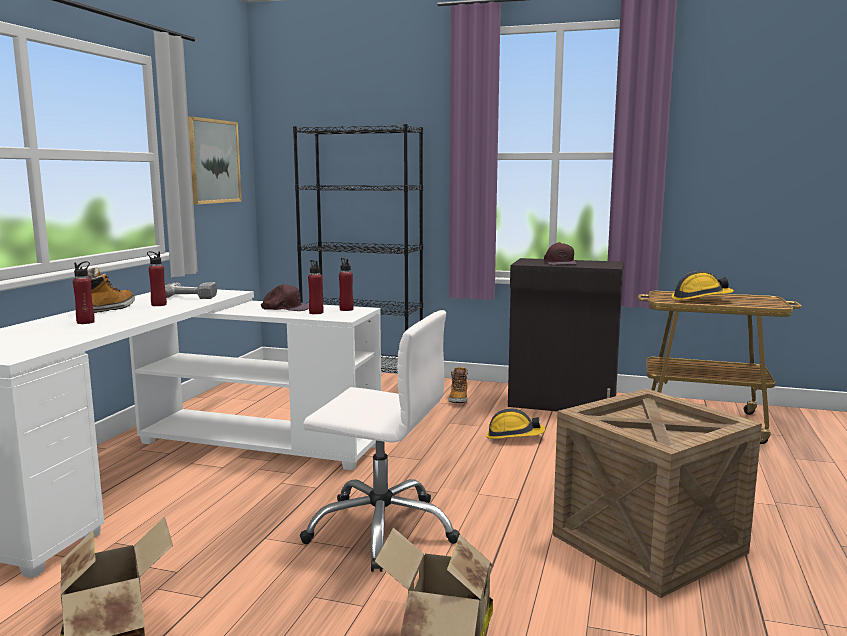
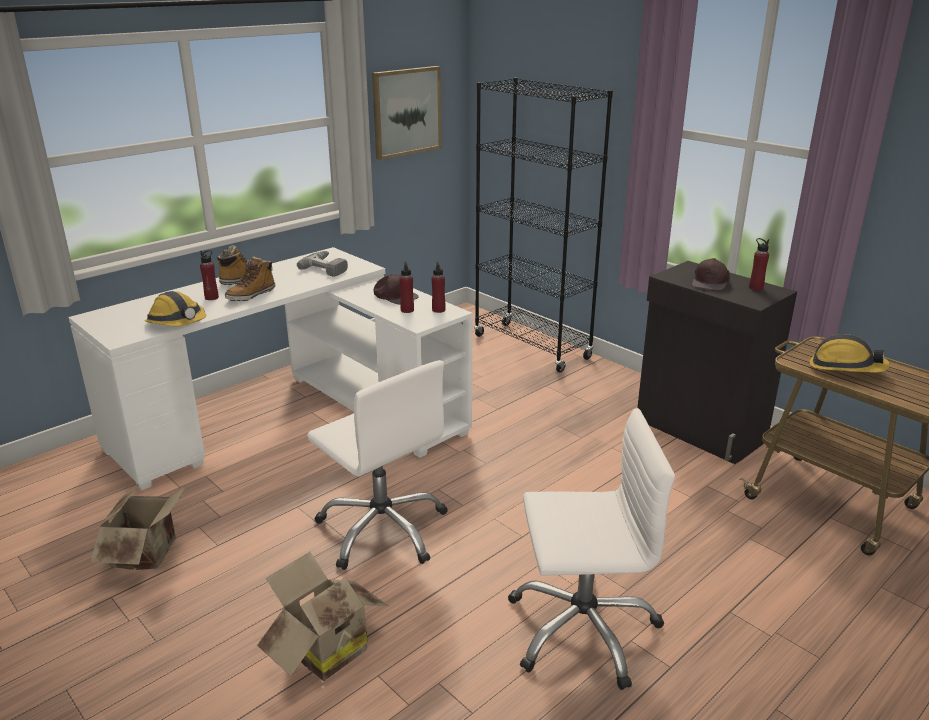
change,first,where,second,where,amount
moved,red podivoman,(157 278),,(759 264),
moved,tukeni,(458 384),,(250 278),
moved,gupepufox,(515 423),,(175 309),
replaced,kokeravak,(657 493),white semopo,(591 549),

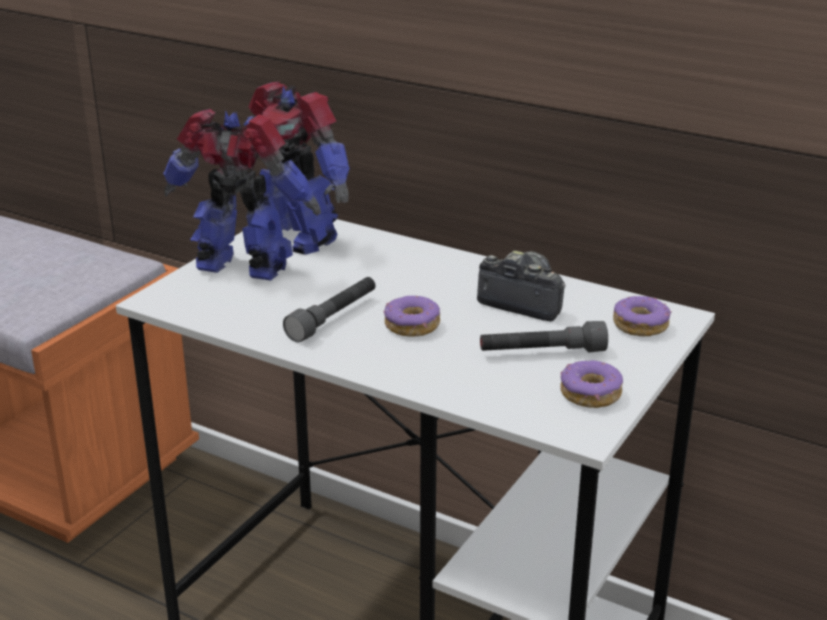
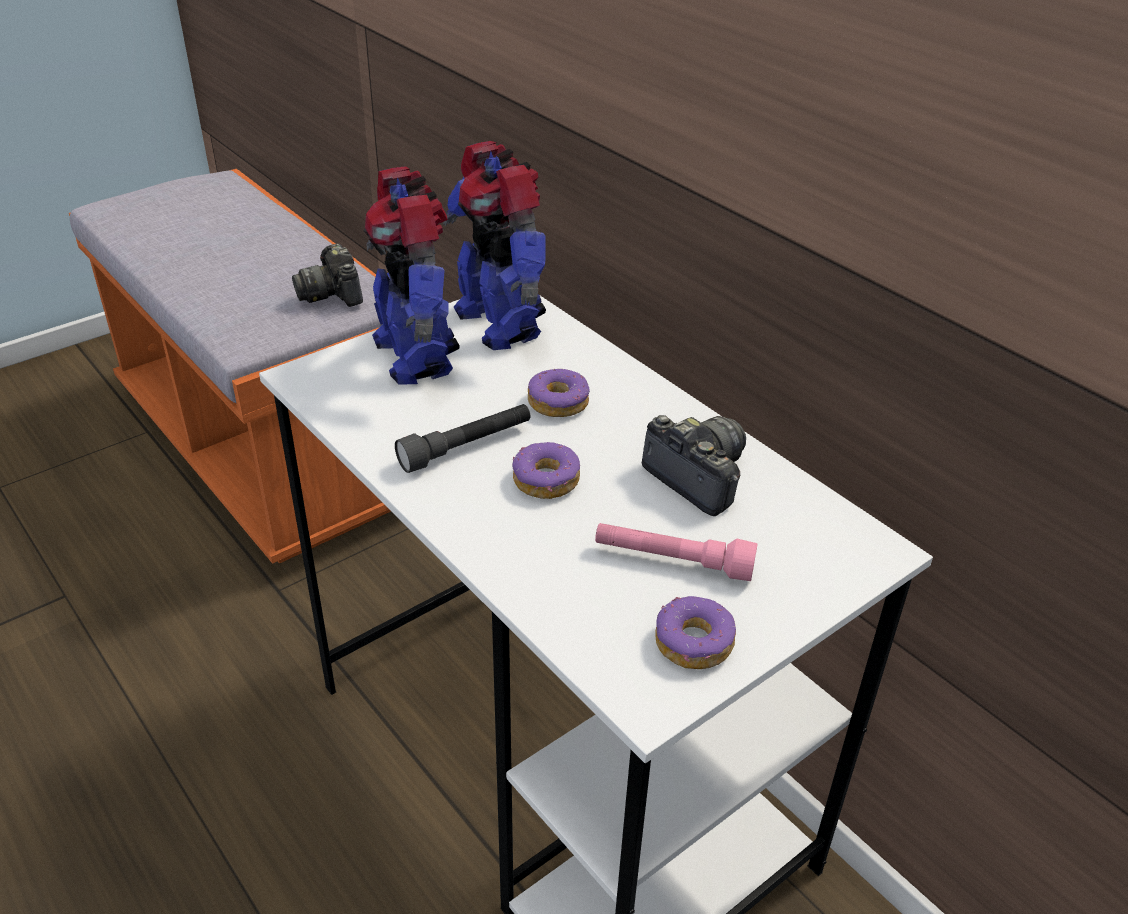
change,first,where,second,where,amount
turned,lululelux,(242 194),,(411 275),150 degrees counterclockwise
recoloured,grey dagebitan,(544 336),pink dagebitan,(676 552),
moved,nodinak,(642 316),,(559 393),
added,,,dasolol,(327 275),

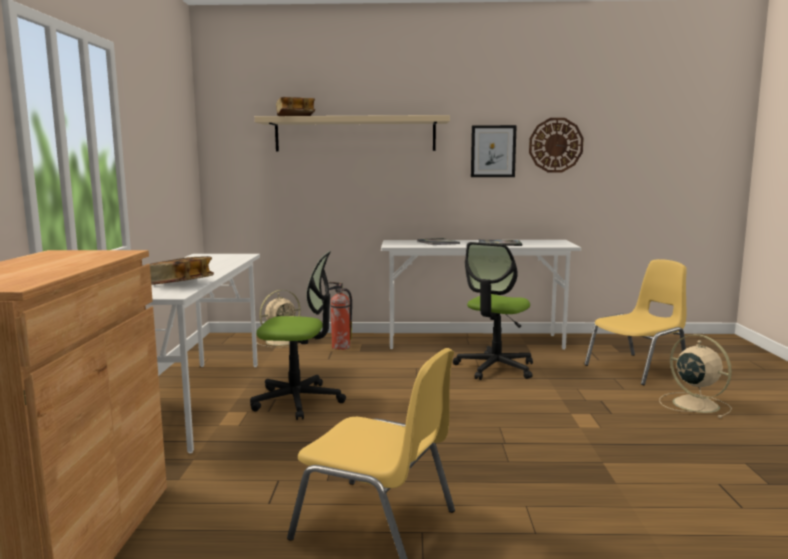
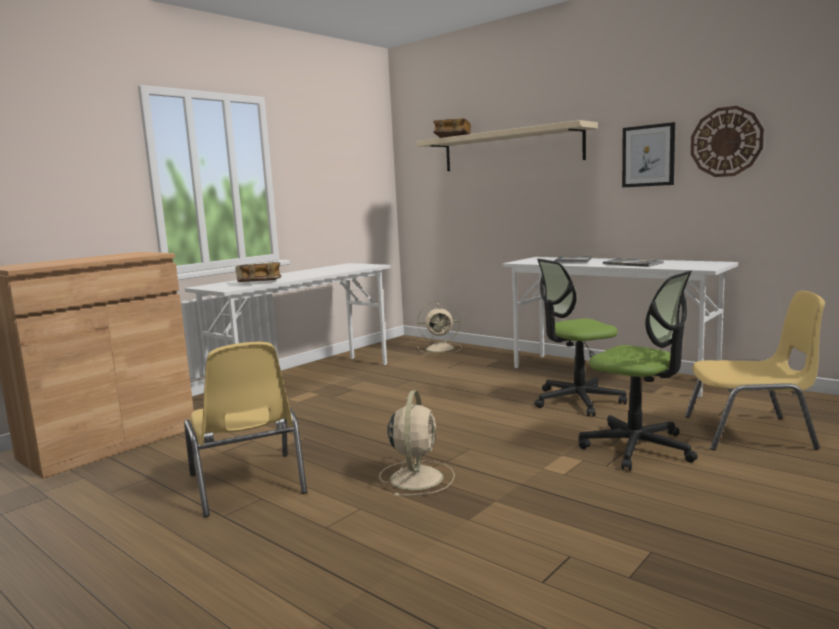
change,first,where,second,where,amount
moved,semopo,(298 335),,(638 370),
removed,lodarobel,(340 316),,,
moved,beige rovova,(695 376),,(417 443),

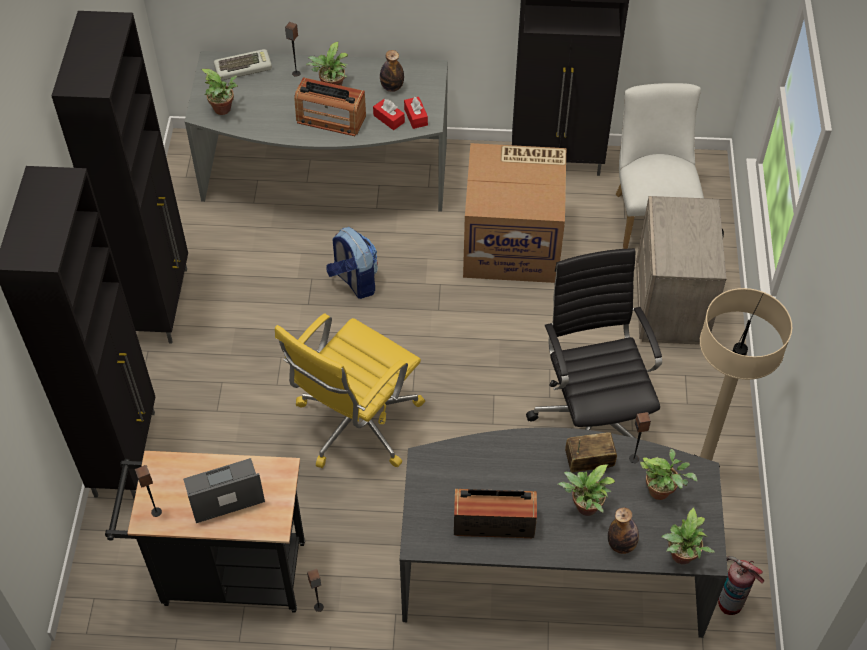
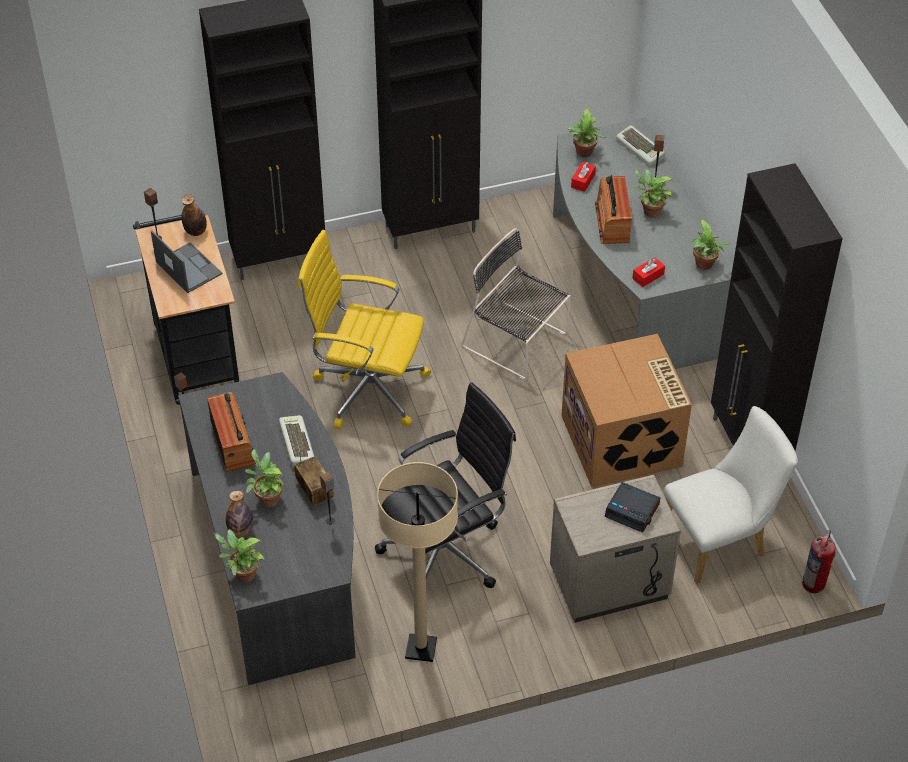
change,first,where,second,where,amount
replaced,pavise,(352 263),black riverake,(516 303),
moved,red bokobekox,(389 114),,(583 177),
moved,podivoman,(392 71),,(194 215),
moved,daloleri,(669 474),,(711 244),
moved,lodarobel,(741 585),,(819 561),
added,,,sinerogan,(296 441),
added,,,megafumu,(632 507),

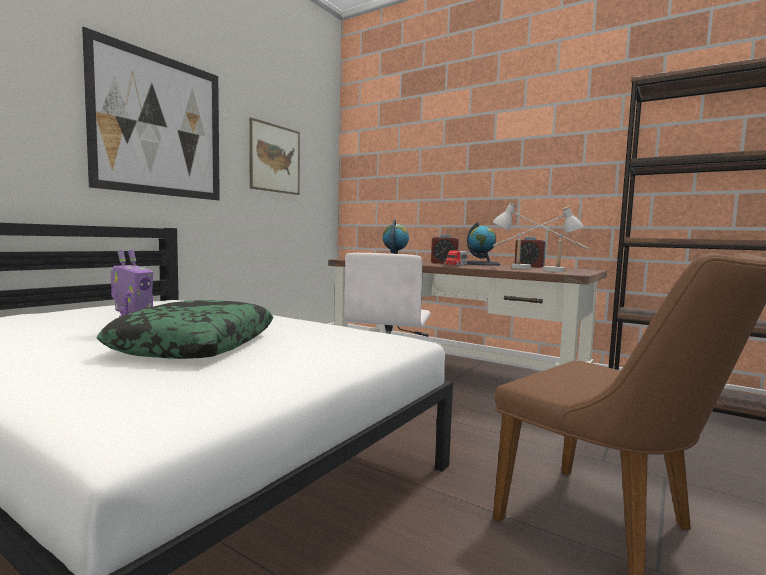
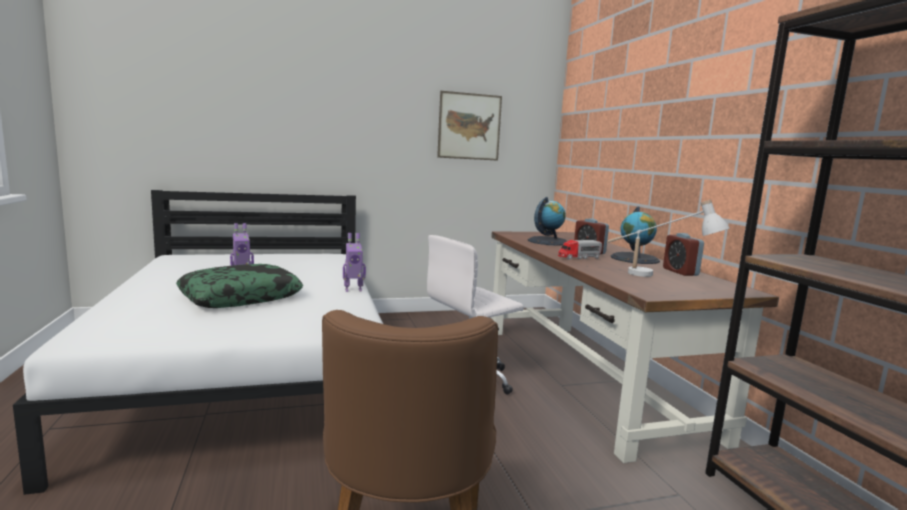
change,first,where,second,where,amount
removed,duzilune,(151 113),,,
removed,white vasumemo,(540 237),,,
added,,,lululelux,(354 262),

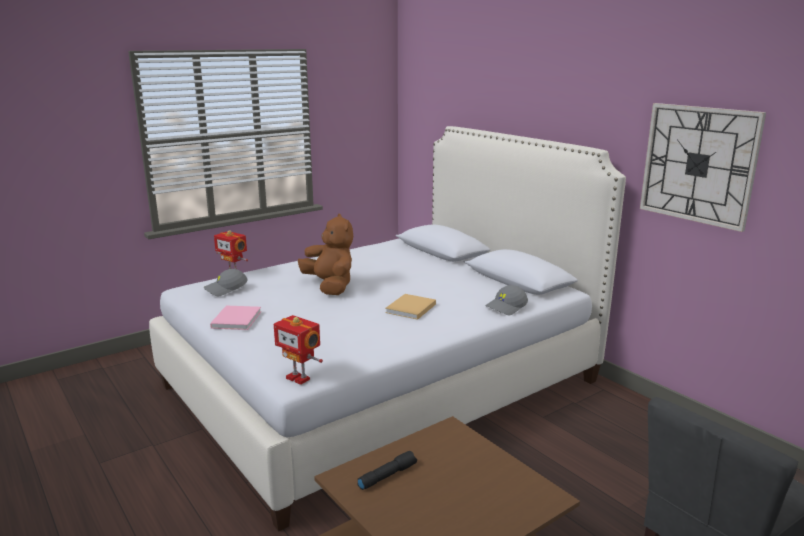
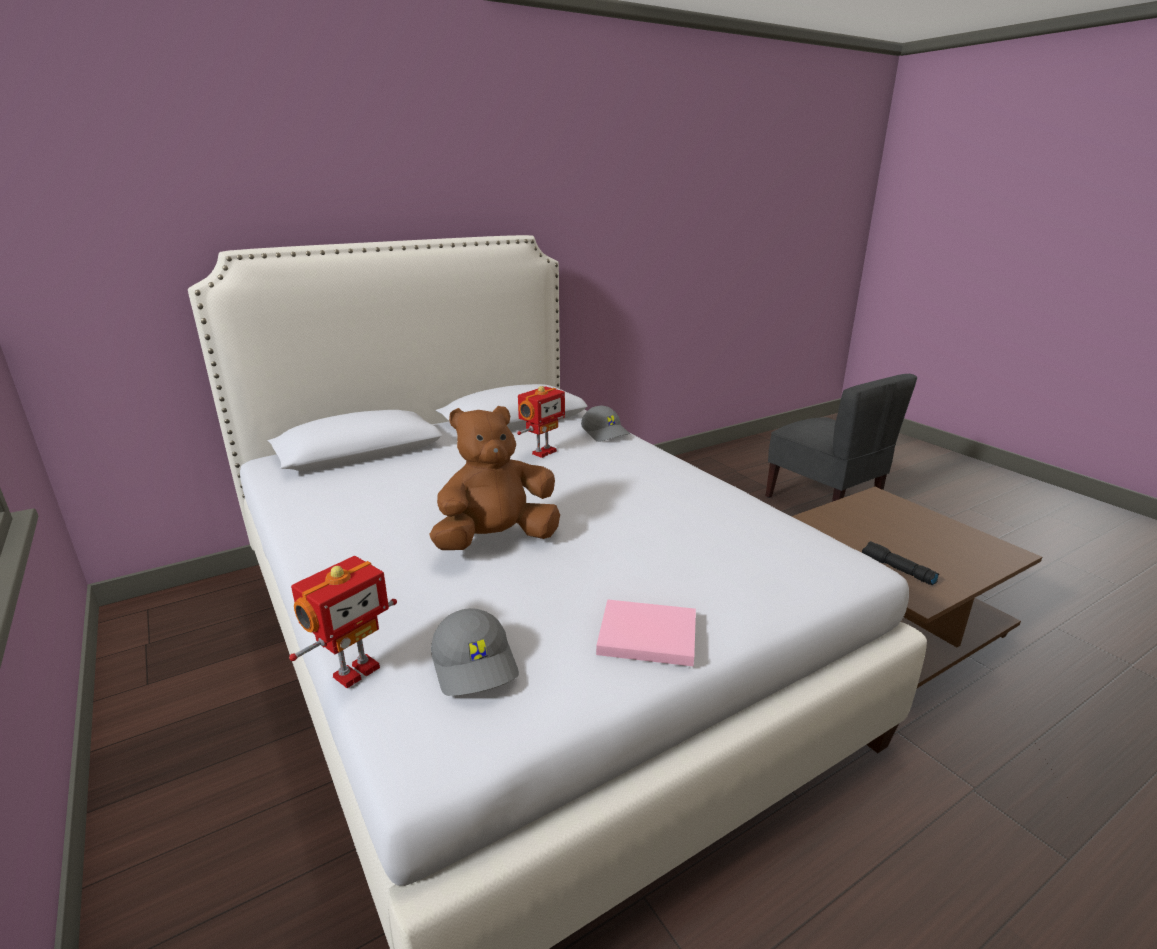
change,first,where,second,where,amount
moved,lululelux,(298 350),,(541 422),
removed,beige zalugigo,(410 307),,,
removed,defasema,(703 167),,,

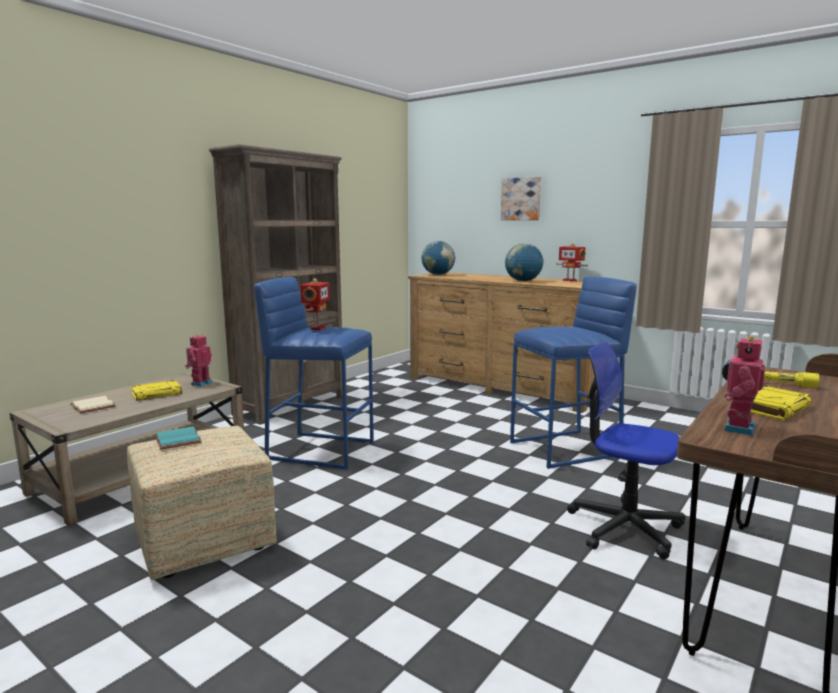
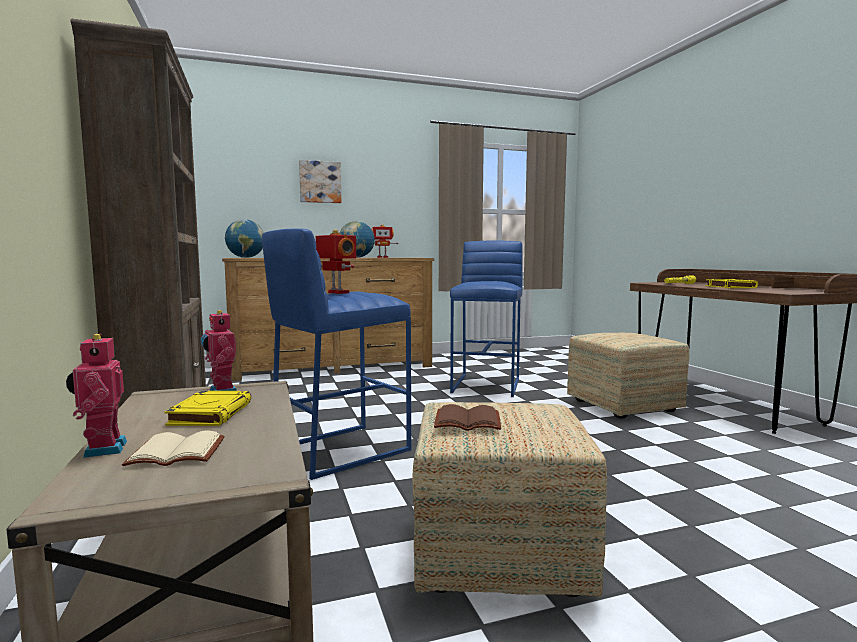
change,first,where,second,where,amount
recoloured,turquoise zalugigo,(178 438),brown zalugigo,(467 417),
replaced,semopo,(626 450),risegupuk,(628 376),
moved,lululelux,(743 385),,(96 396),

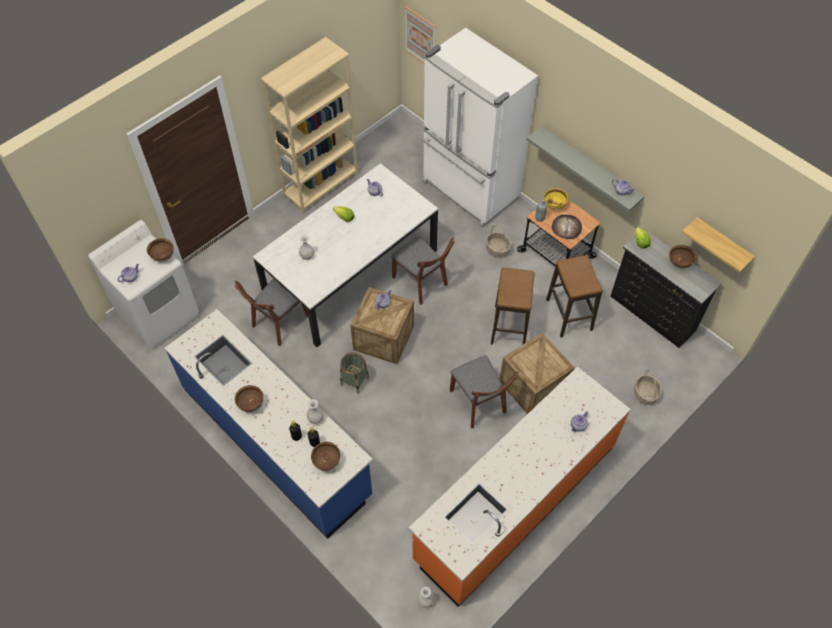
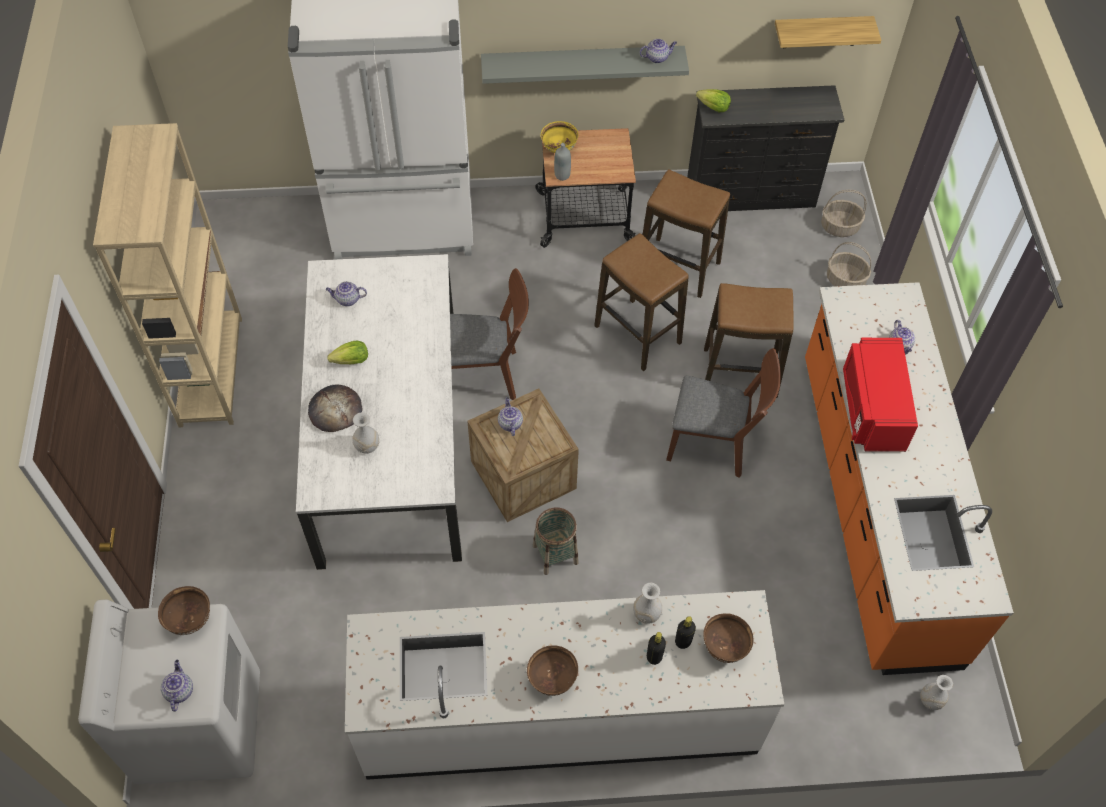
change,first,where,second,where,amount
recoloured,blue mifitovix,(269 424),white mifitovix,(564 685),
removed,brown riverake,(271 312),,,
removed,duzilune,(420 35),,,
moved,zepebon,(498 241),,(844 213),
replaced,kokeravak,(537 373),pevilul,(749 340),
moved,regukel,(567 227),,(335 408),
removed,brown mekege,(682 256),,,
added,,,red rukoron,(880 395),

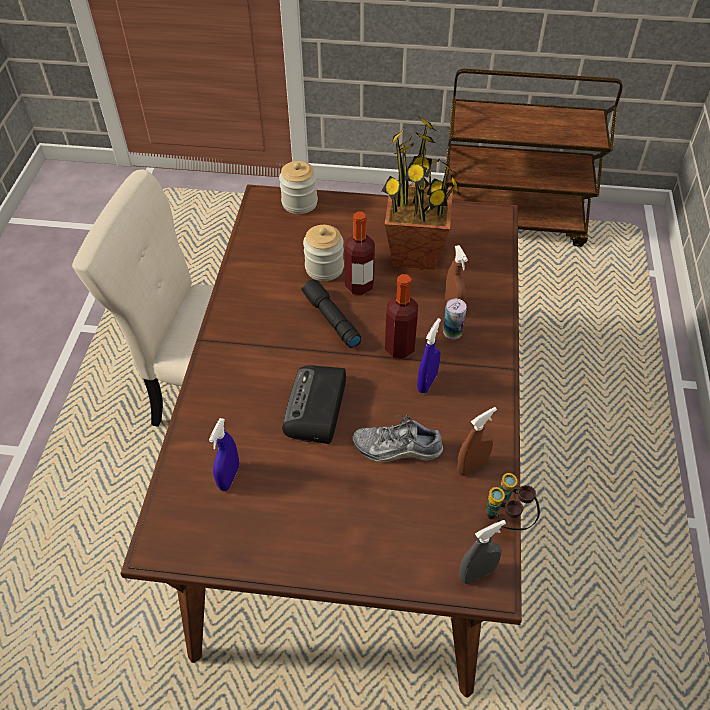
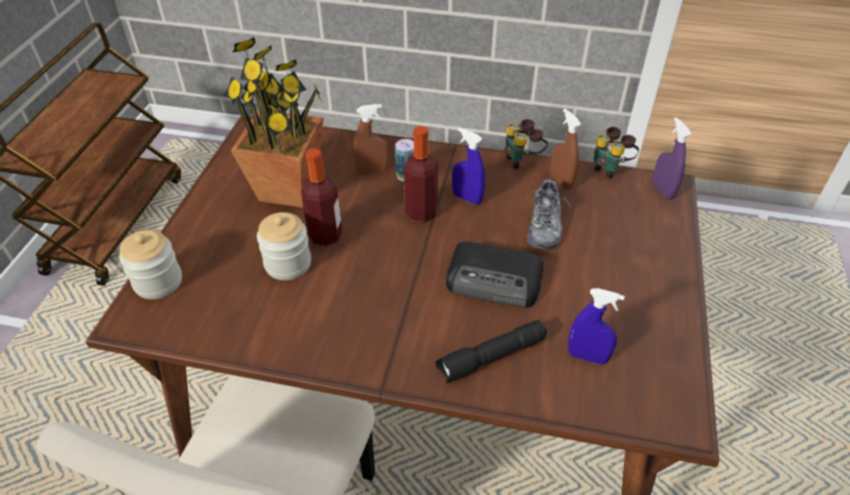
change,first,where,second,where,amount
moved,black dagebitan,(331 313),,(491 351),
recoloured,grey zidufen,(482 552),purple zidufen,(672 158),
added,,,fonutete,(526 144),

